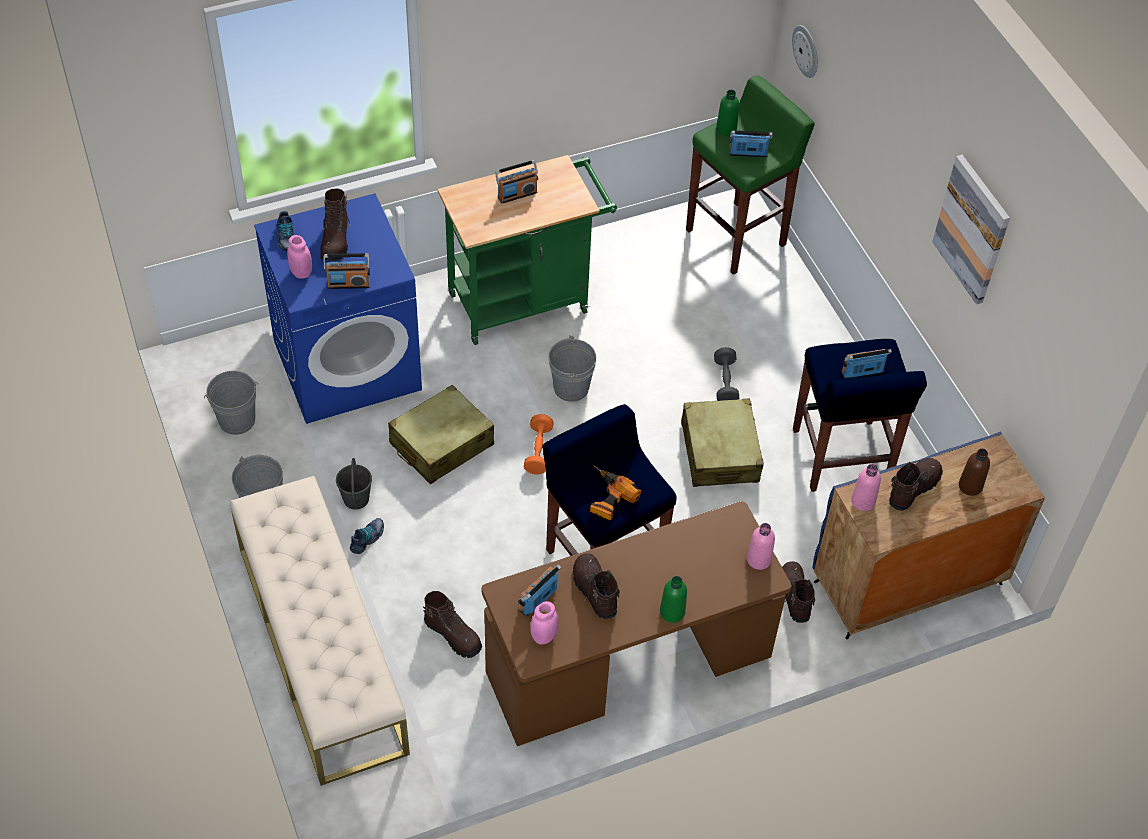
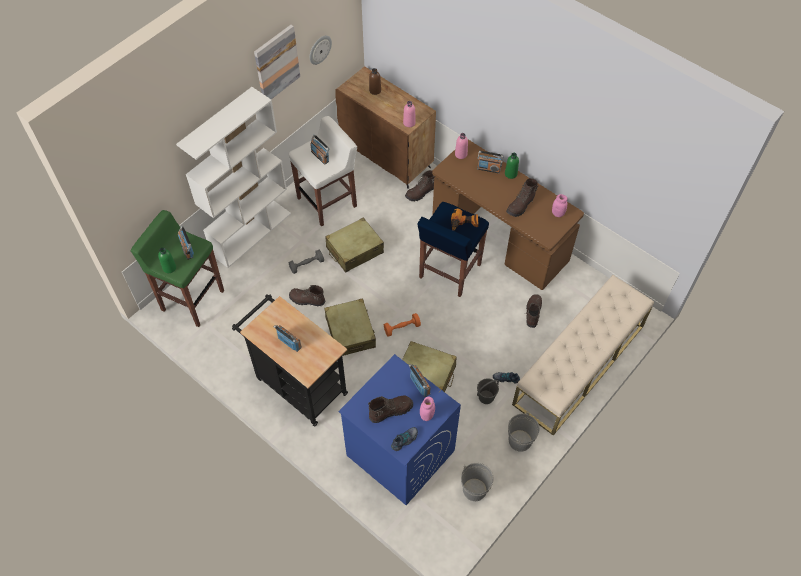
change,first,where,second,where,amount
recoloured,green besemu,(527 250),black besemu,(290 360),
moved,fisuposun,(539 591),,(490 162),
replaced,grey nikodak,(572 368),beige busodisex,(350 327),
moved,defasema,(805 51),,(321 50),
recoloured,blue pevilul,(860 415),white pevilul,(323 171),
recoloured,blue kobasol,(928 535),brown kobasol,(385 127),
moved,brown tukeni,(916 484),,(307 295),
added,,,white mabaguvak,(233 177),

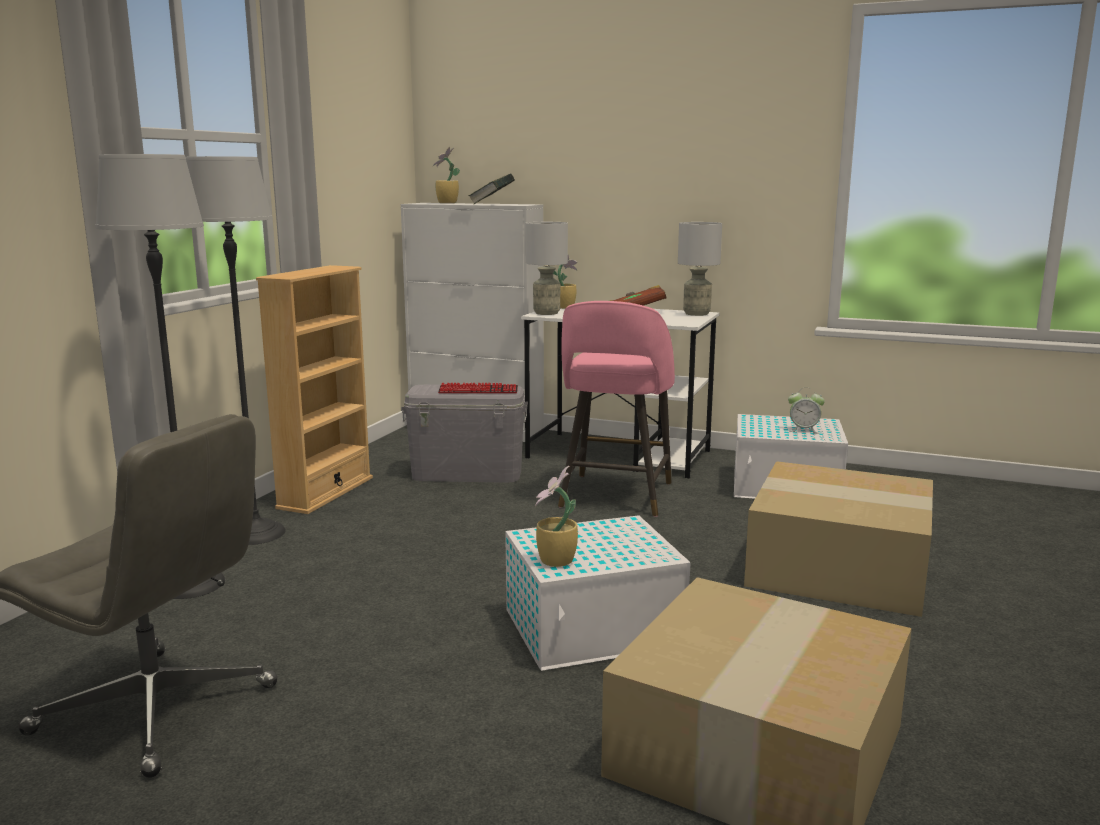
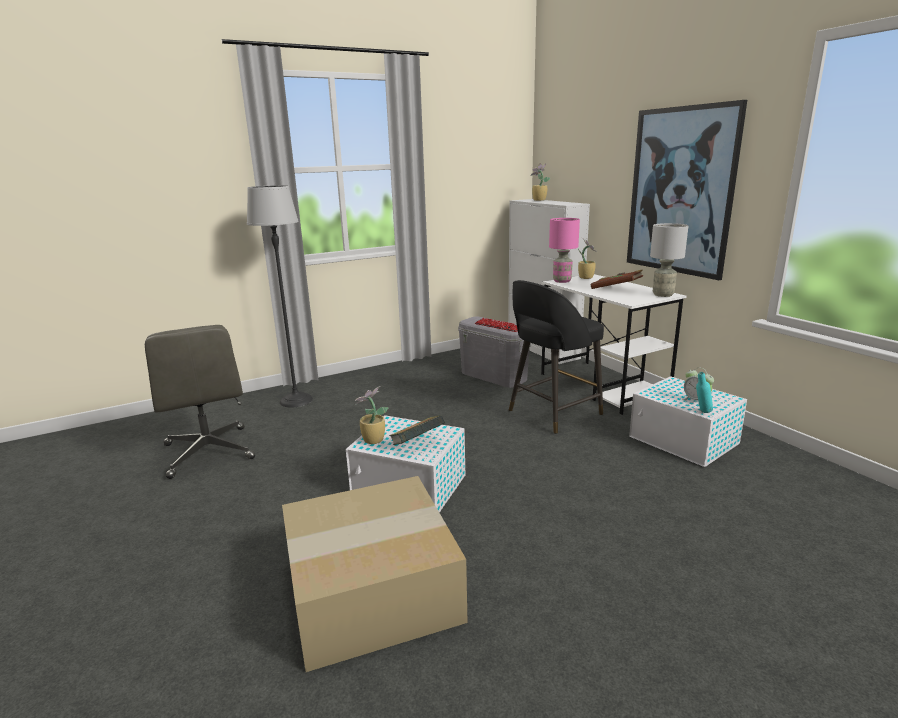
change,first,where,second,where,amount
removed,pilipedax,(236 350),,,
removed,beige mabaguvak,(314 389),,,
moved,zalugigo,(491 188),,(416 430),
recoloured,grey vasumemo,(546 268),pink vasumemo,(564 250),
recoloured,pink pevilul,(616 409),black pevilul,(556 357),
removed,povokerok,(838 539),,,
added,,,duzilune,(687 190),
added,,,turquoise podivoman,(704 392),

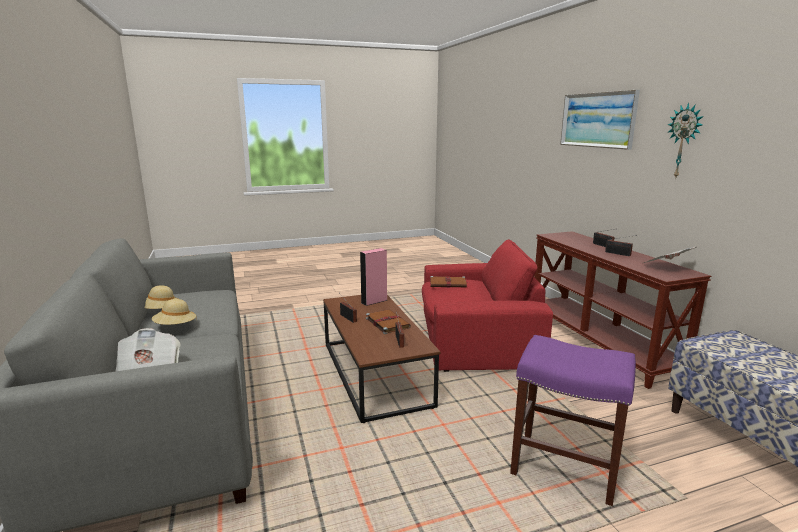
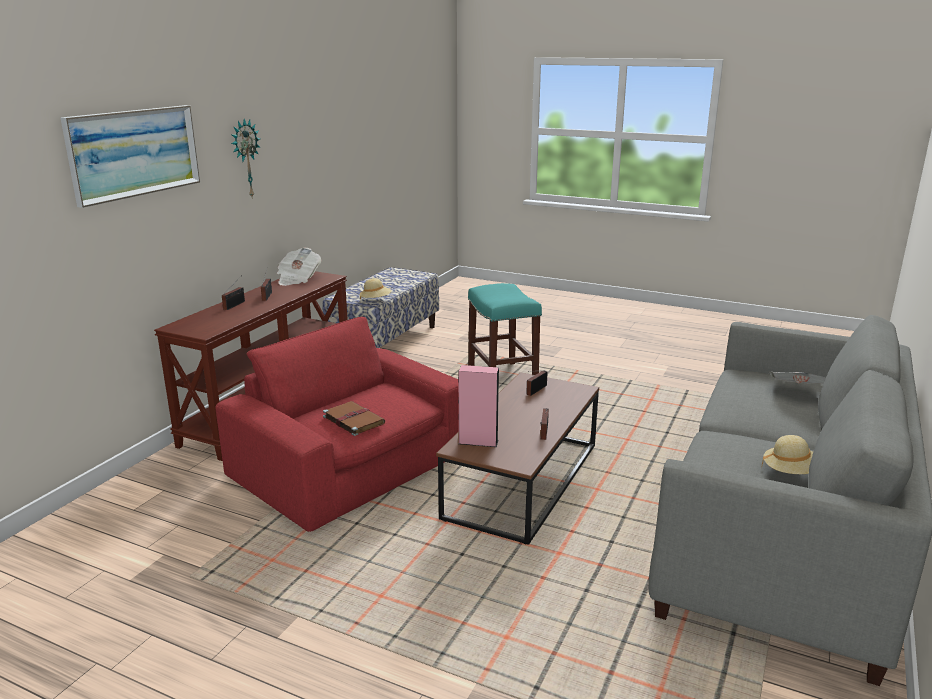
change,first,where,second,where,amount
moved,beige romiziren,(174 312),,(375 289),
removed,brown zalugigo,(388 322),,,
recoloured,purple pevilul,(573 420),turquoise pevilul,(505 329),

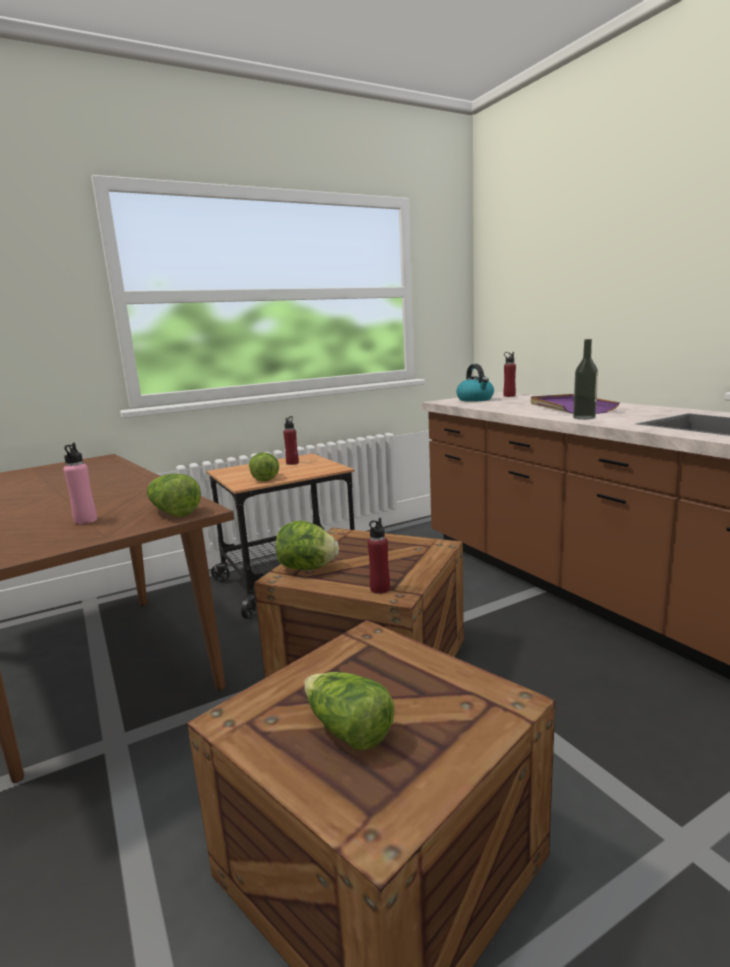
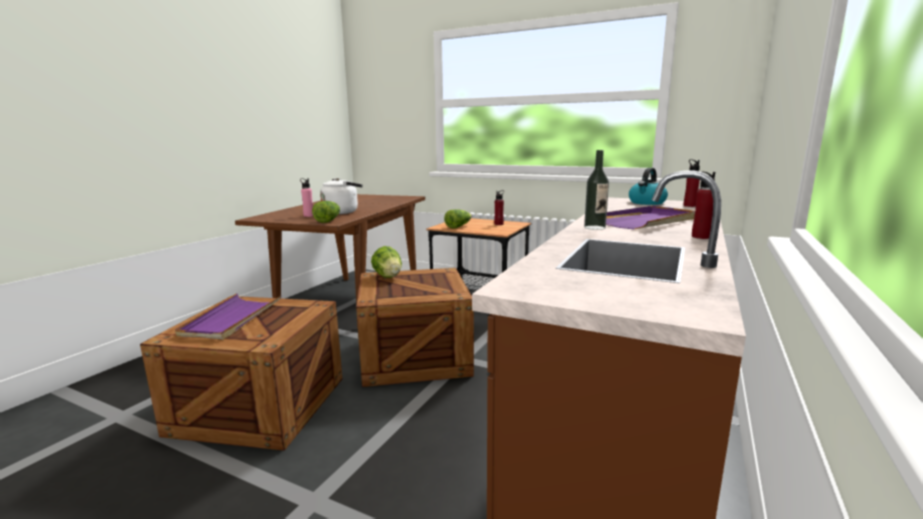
change,first,where,second,where,amount
replaced,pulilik,(349 711),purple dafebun,(228 316),
moved,red podivoman,(379 556),,(703 205),
added,,,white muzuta,(341 196),

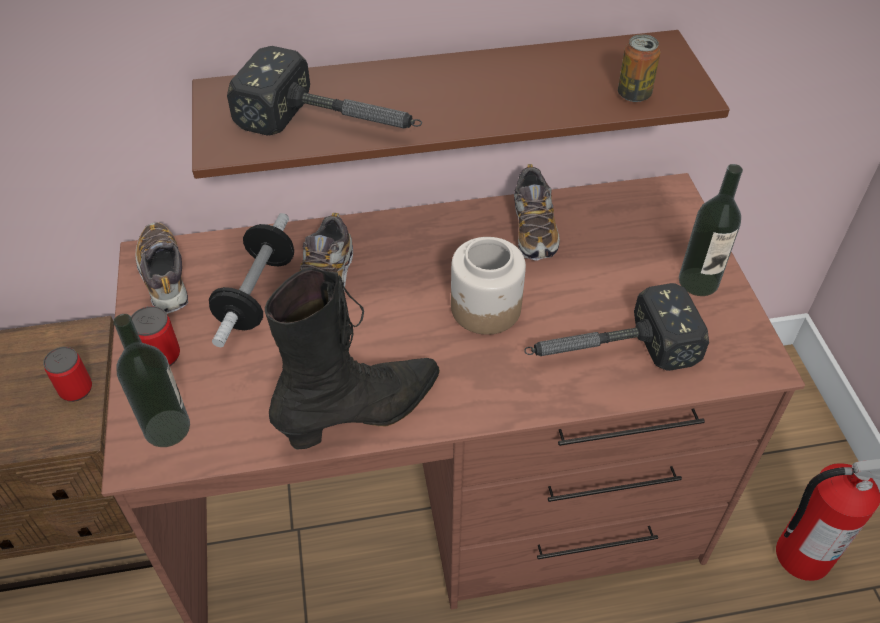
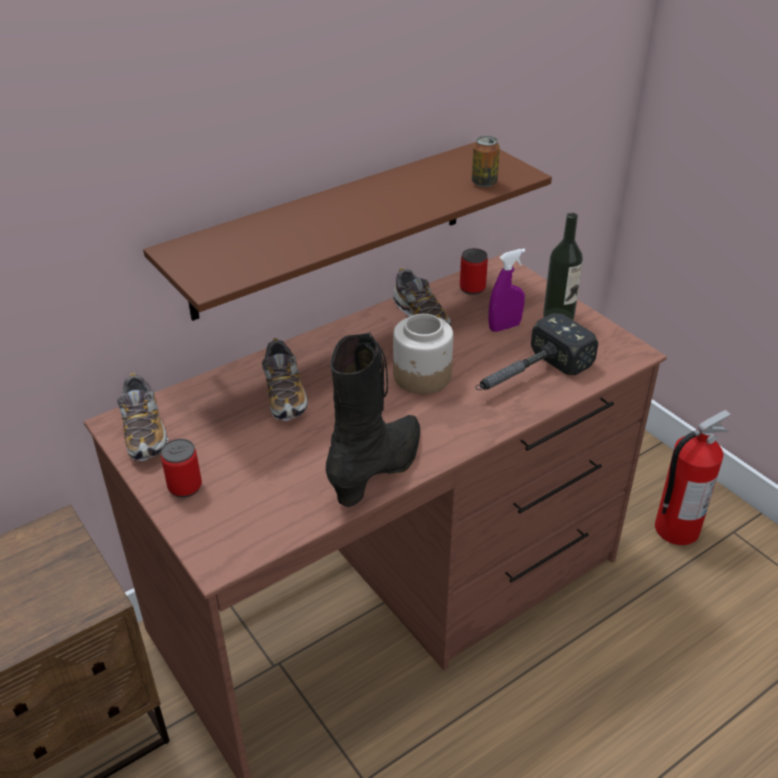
change,first,where,second,where,amount
moved,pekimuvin,(67 374),,(474 271),
removed,podivoman,(151 380),,,
turned,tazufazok,(162 268),,(142 417),150 degrees counterclockwise
removed,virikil,(251 280),,,
removed,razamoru,(324 91),,,
added,,,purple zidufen,(507 290),

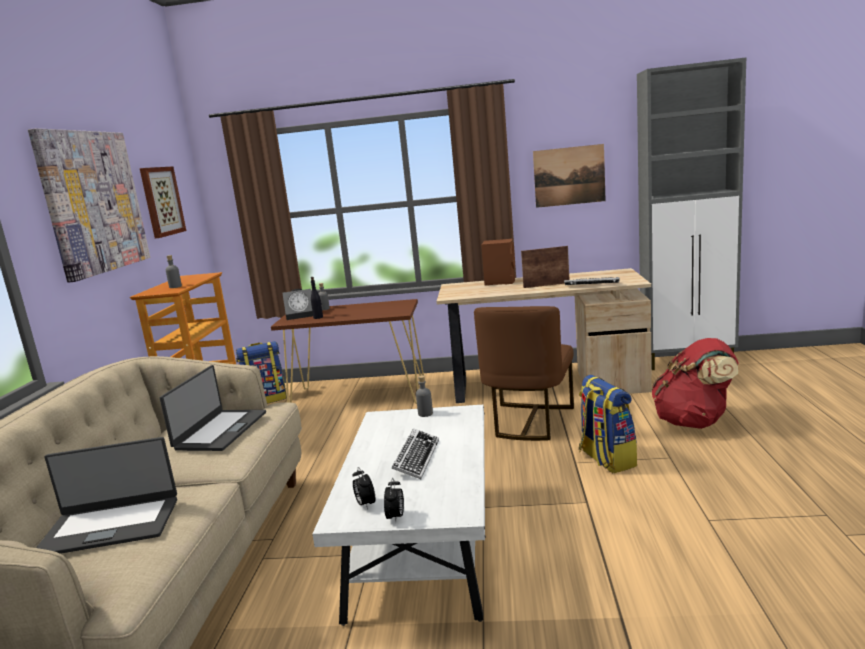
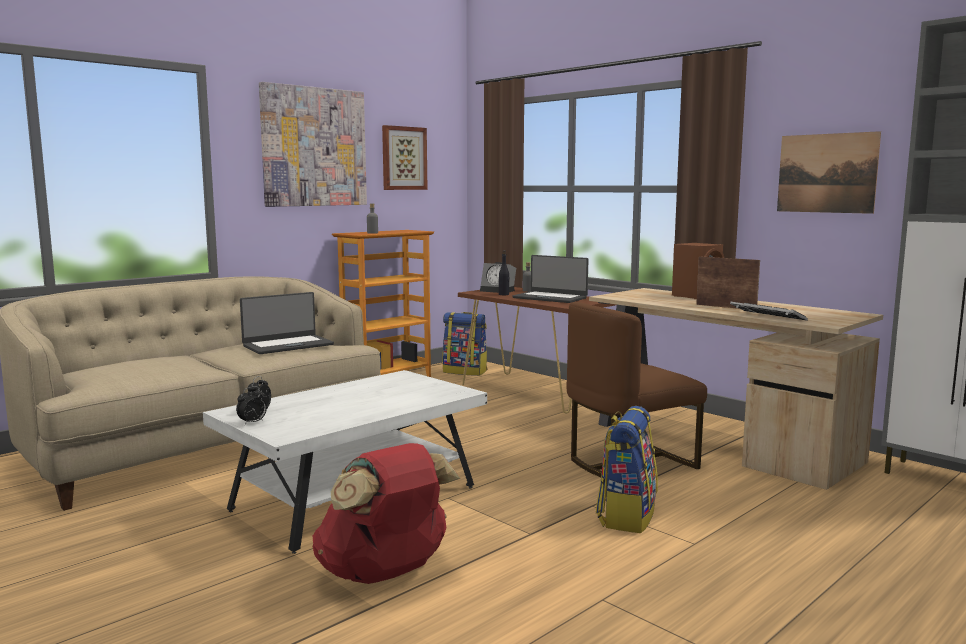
change,first,where,second,where,amount
moved,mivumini,(106 495),,(550 279),
removed,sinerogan,(415 453),,,
removed,grey podivoman,(424 396),,,
moved,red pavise,(695 383),,(386 513),

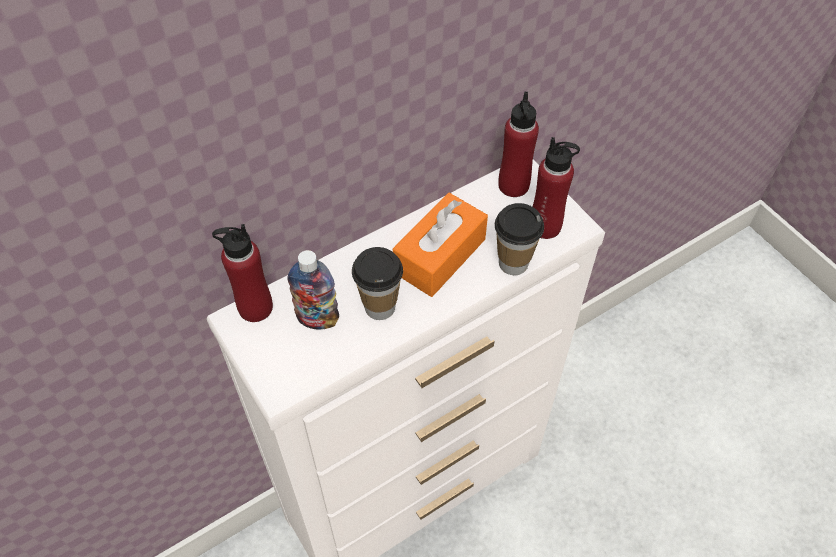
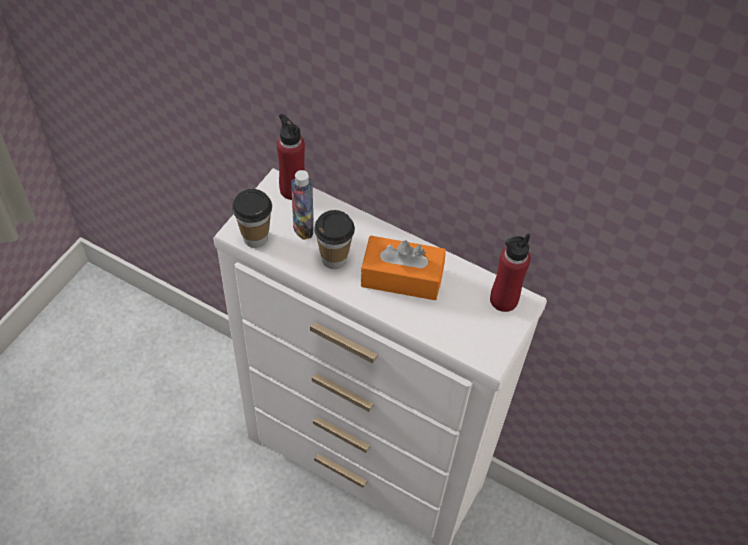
change,first,where,second,where,amount
moved,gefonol,(519 239),,(252 218),
removed,red podivoman,(556 188),,,

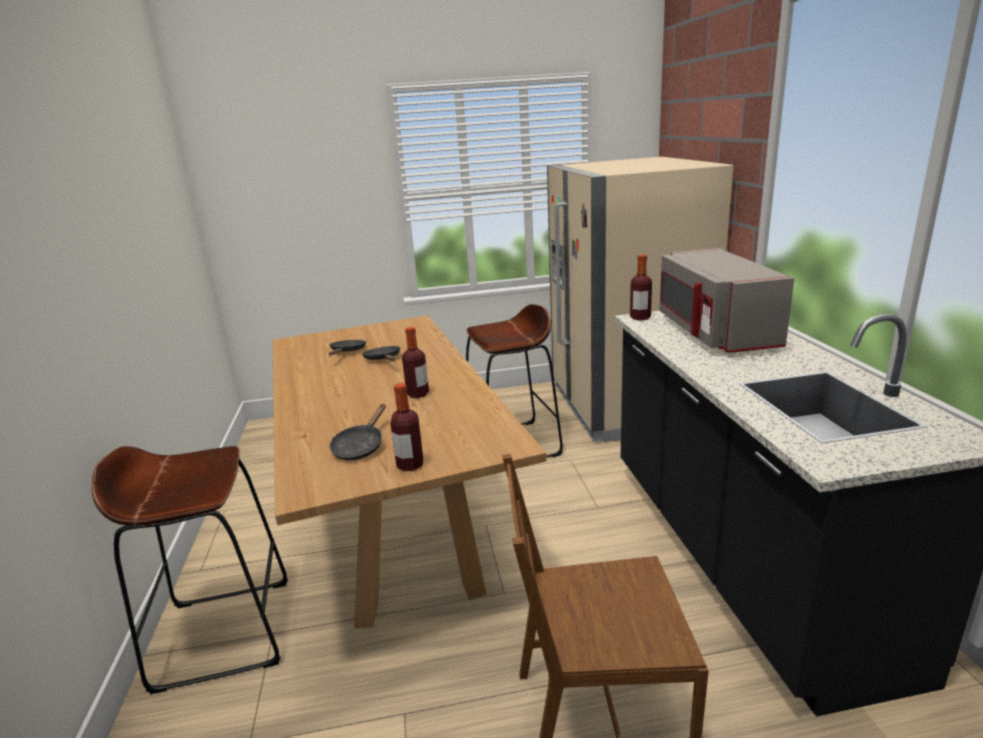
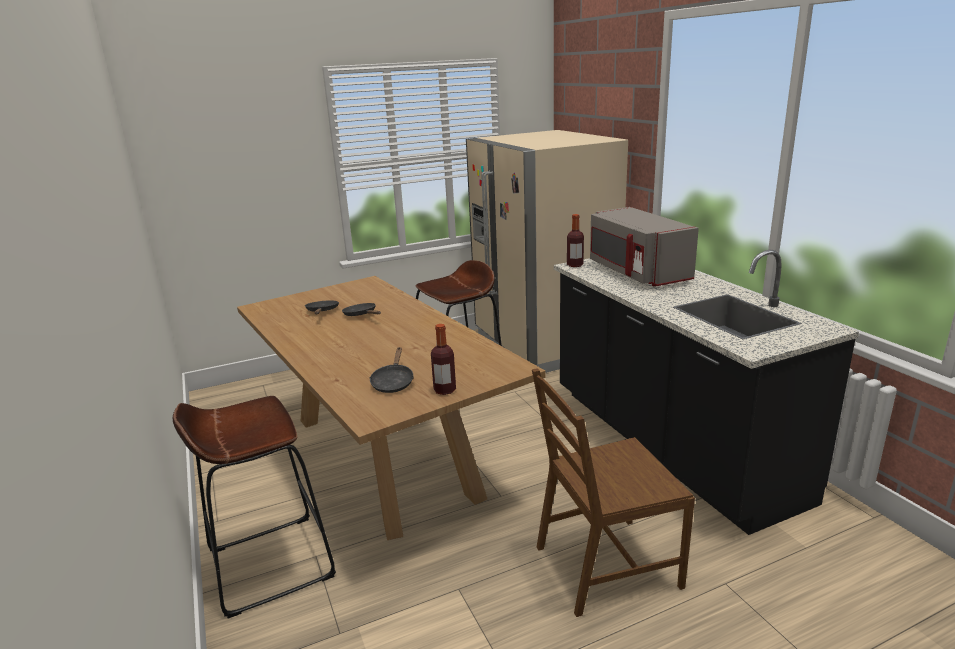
change,first,where,second,where,amount
removed,podivoman,(415 362),,,

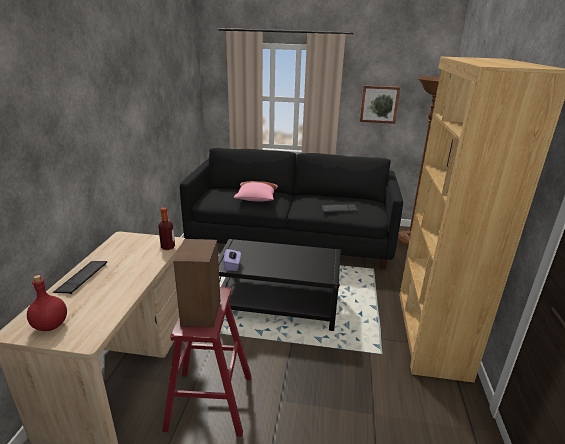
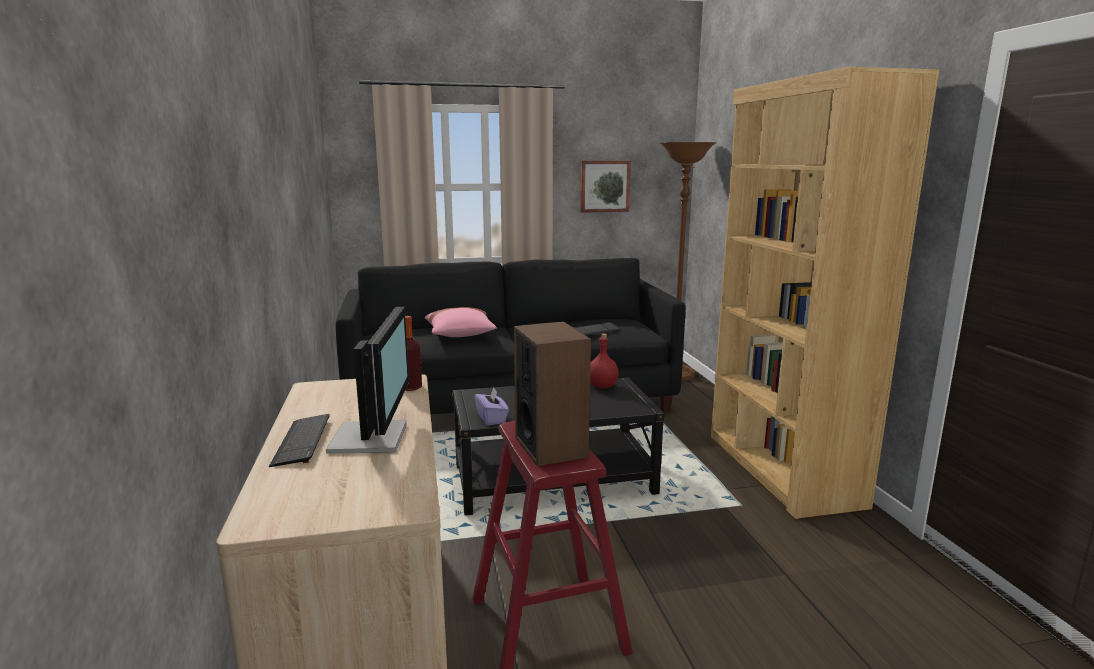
change,first,where,second,where,amount
moved,red podivoman,(47 303),,(604 360),
added,,,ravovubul,(367 380),

